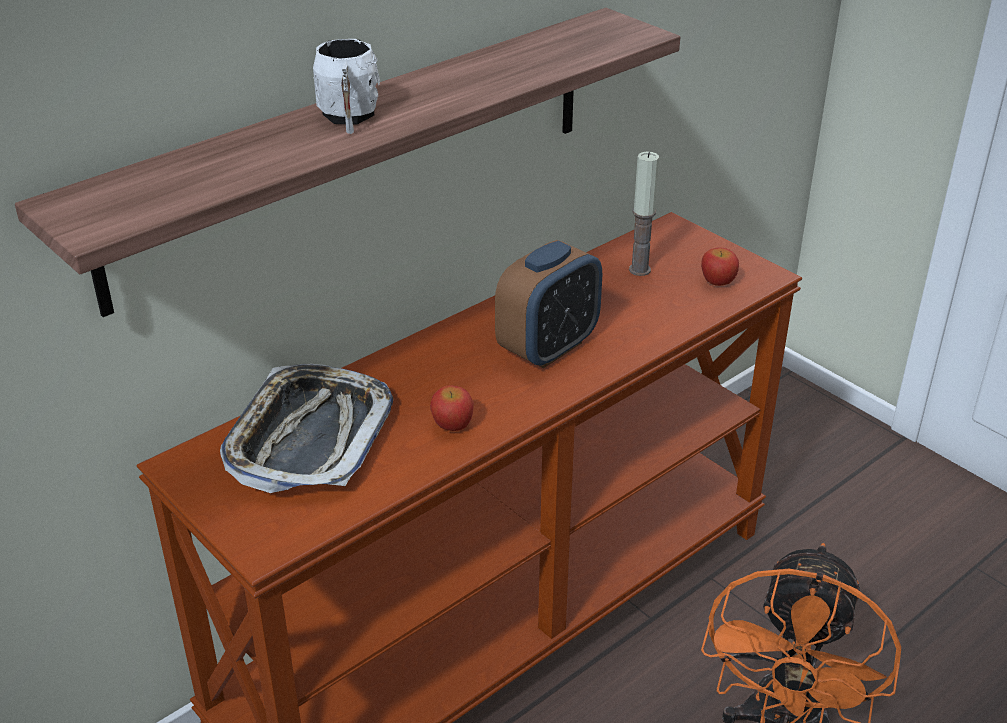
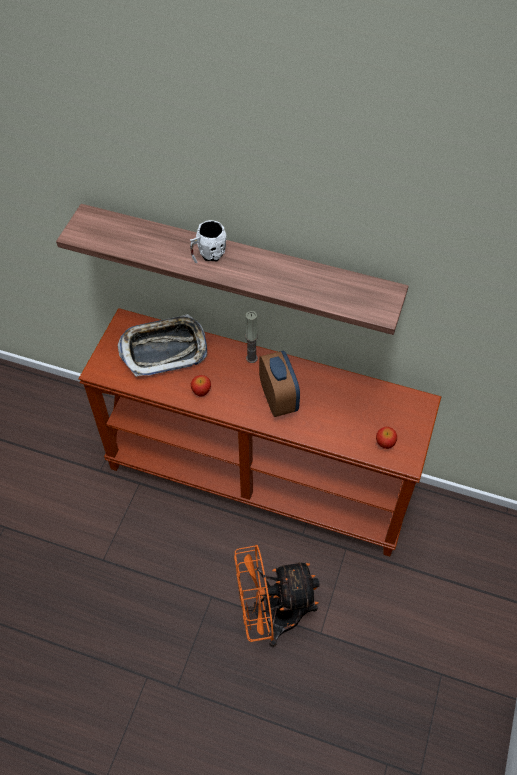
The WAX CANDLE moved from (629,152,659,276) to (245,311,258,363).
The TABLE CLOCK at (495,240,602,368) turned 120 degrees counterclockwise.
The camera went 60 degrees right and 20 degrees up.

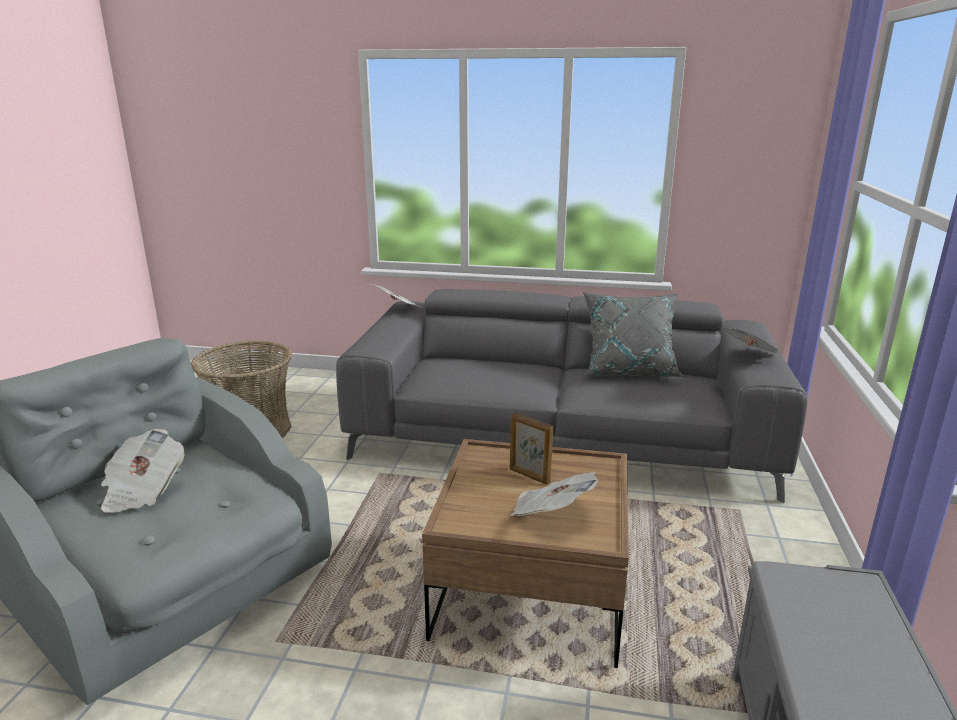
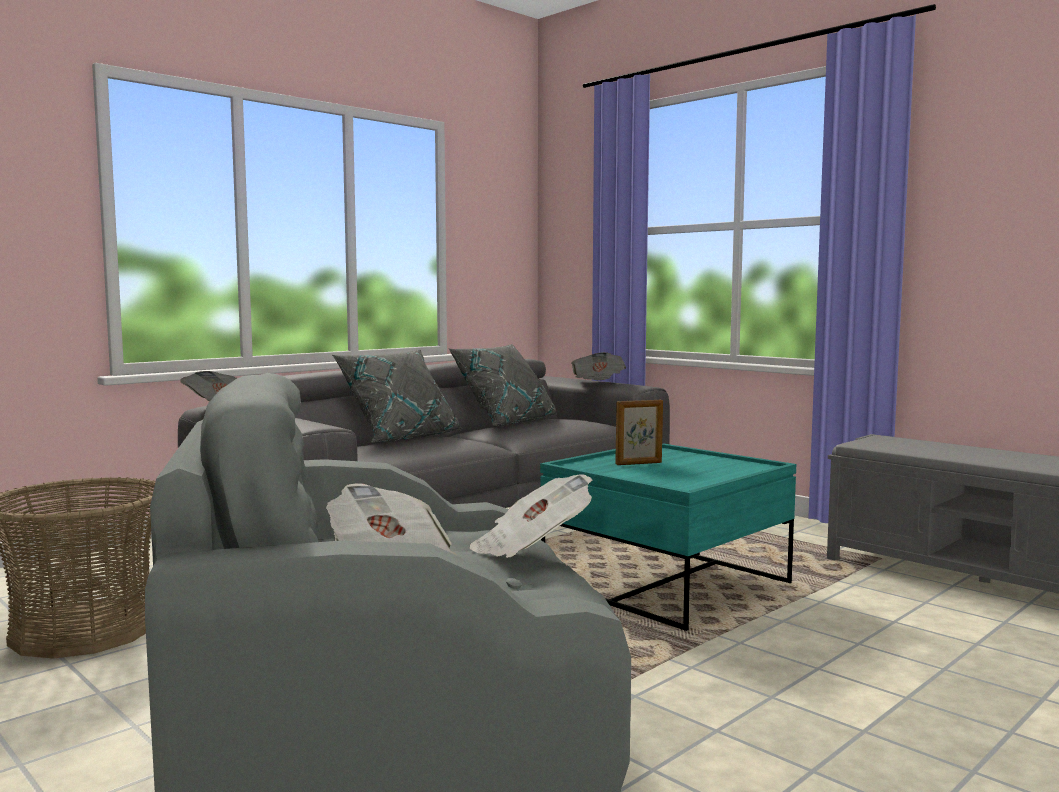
The BROWN COFFEE TABLE at (422,439,629,668) became the TURQUOISE-COLOURED COFFEE TABLE at (540,443,796,631).
The PRINTED PAPER moved from (510,472,598,516) to (470,474,592,558).
The GREYISH THROW PILLOW at (332,350,463,443) appeared.
The camera went 55 degrees left and 15 degrees down.

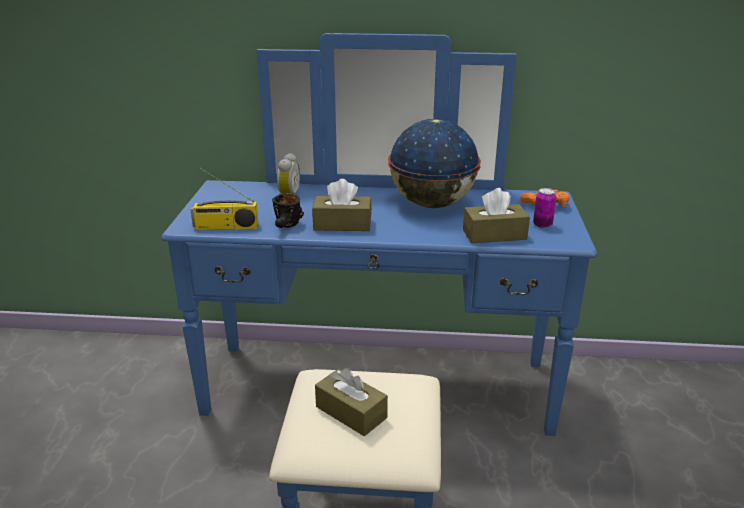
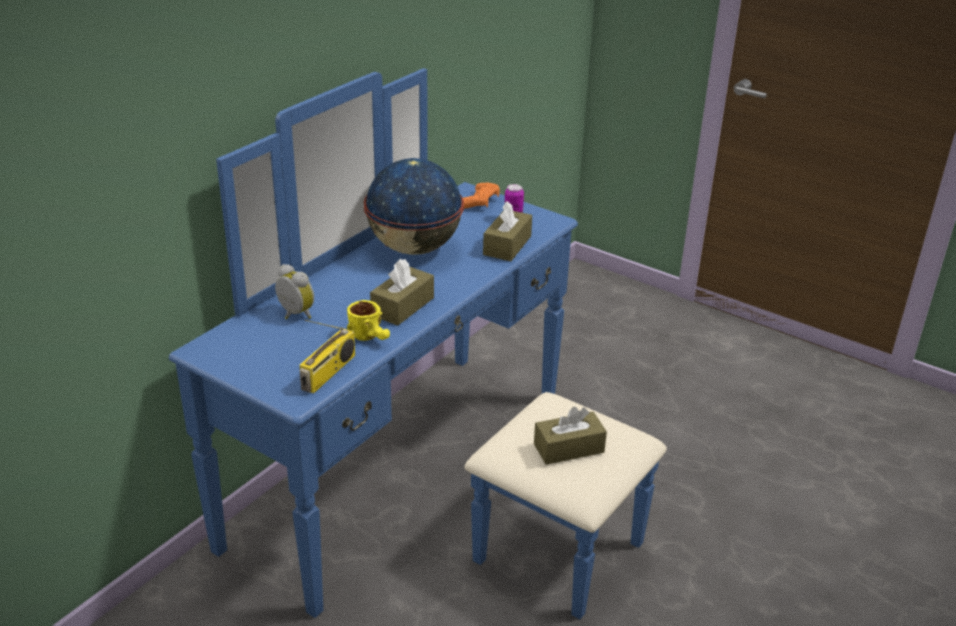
The BLACK MUG at (272,193,304,228) became the YELLOW MUG at (347,300,390,341).
The camera went 60 degrees left and 5 degrees up.

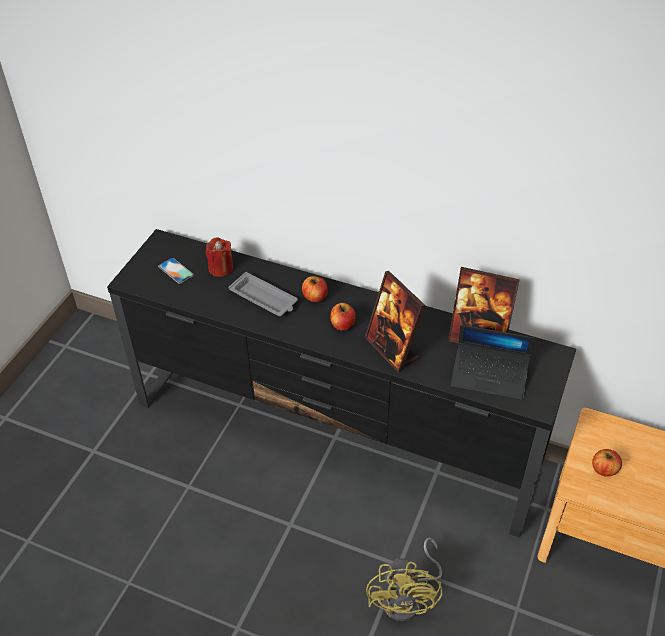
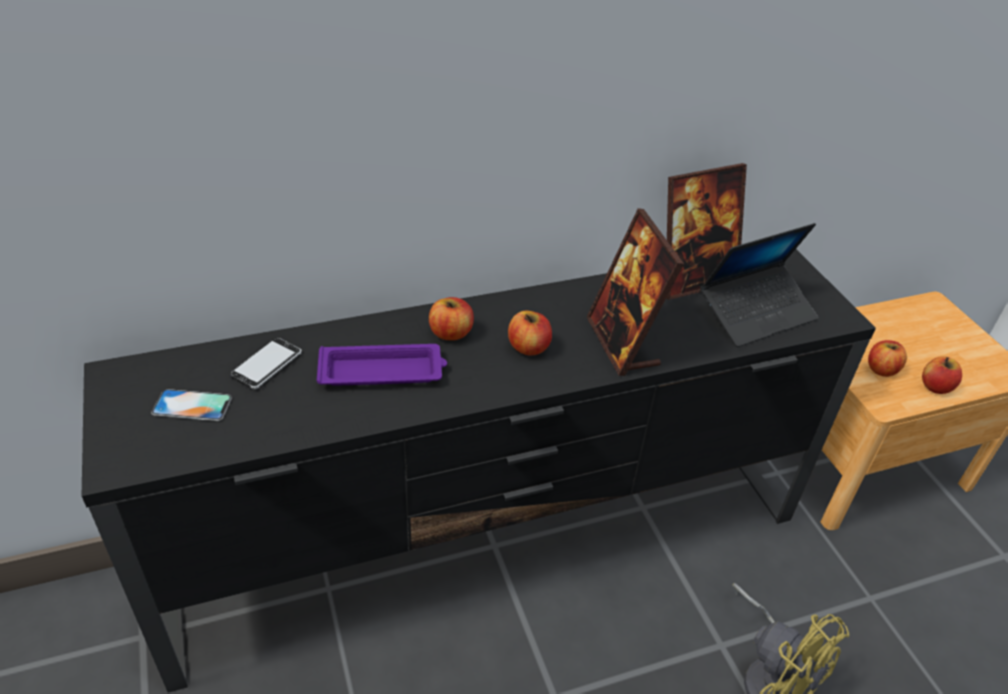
The RED WAX CANDLE at (206,238,233,277) was replaced by the HANDSET at (230,338,302,389).
The STANDING FRAME at (365,271,425,373) turned 60 degrees clockwise.
The GREYISH SERVING TRAY at (228,272,298,316) became the PURPLE SERVING TRAY at (317,344,447,386).
The WHOLE APPLE at (922,356,962,394) appeared.
The camera went 45 degrees left and 5 degrees down.

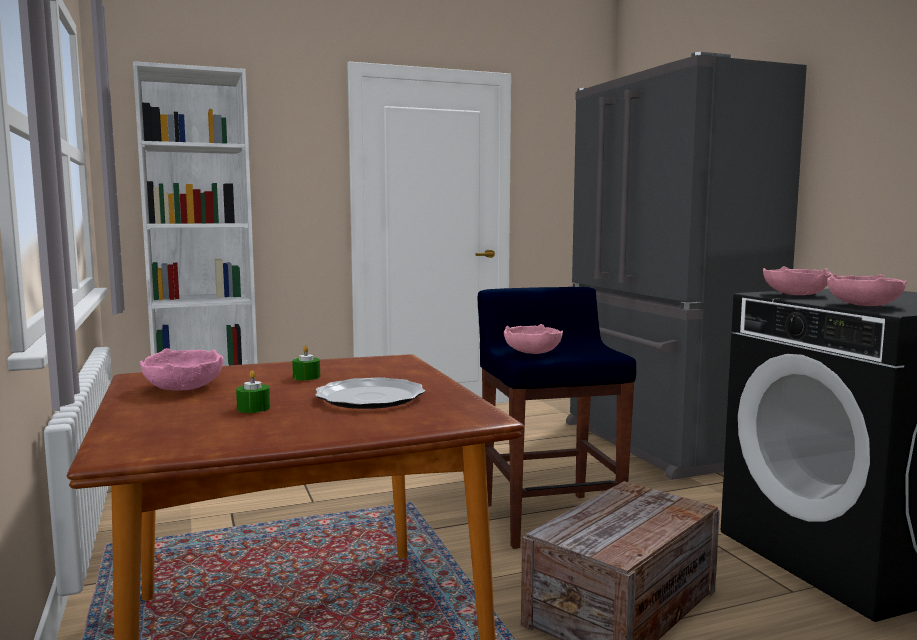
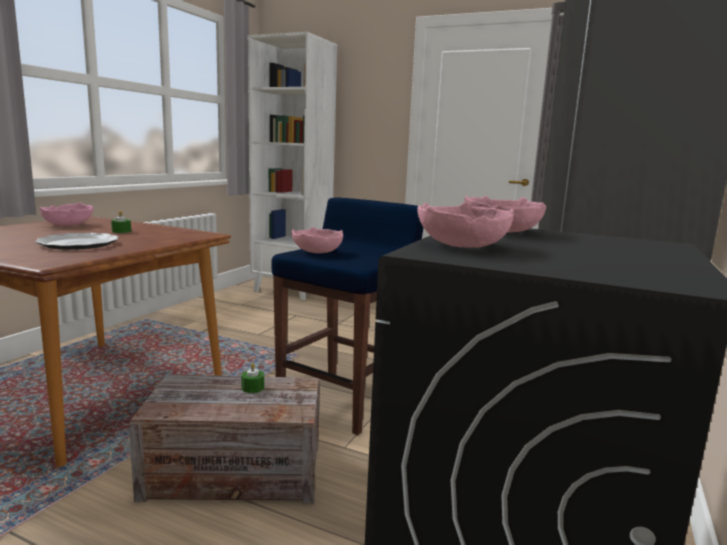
The GREENISH WAX CANDLE moved from (236,371,270,413) to (241,363,264,393).
The camera went 45 degrees right and 5 degrees up.

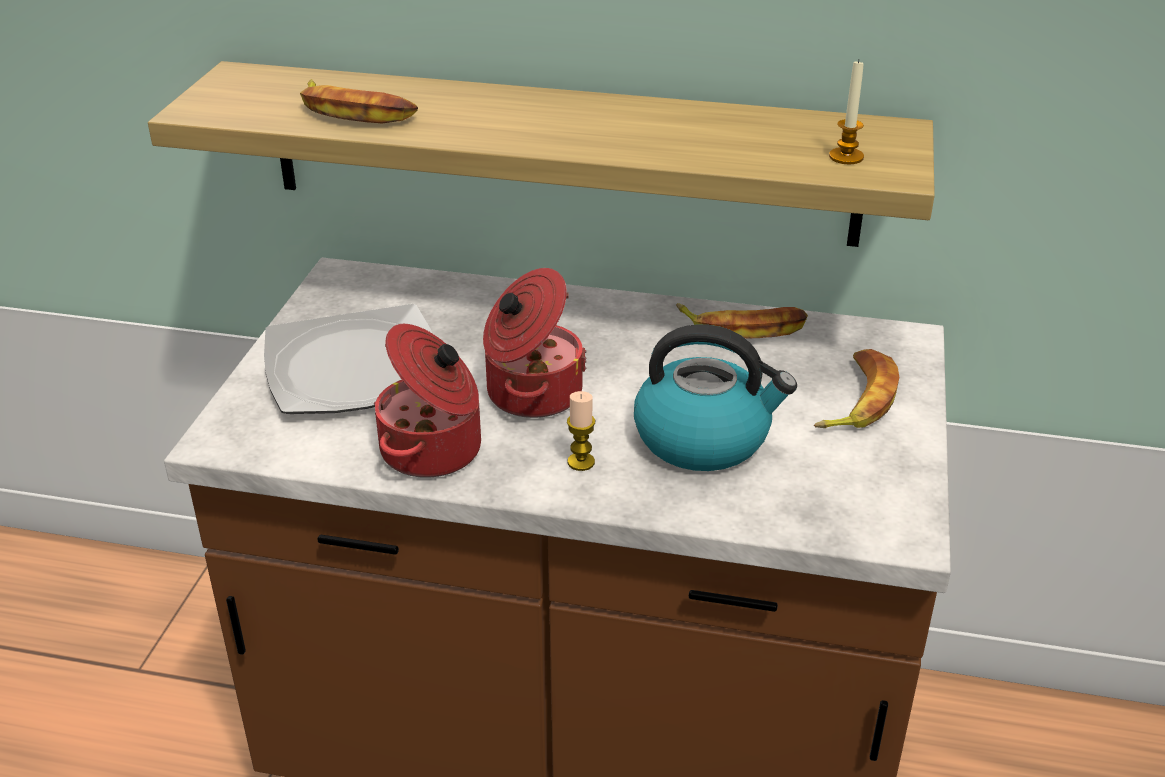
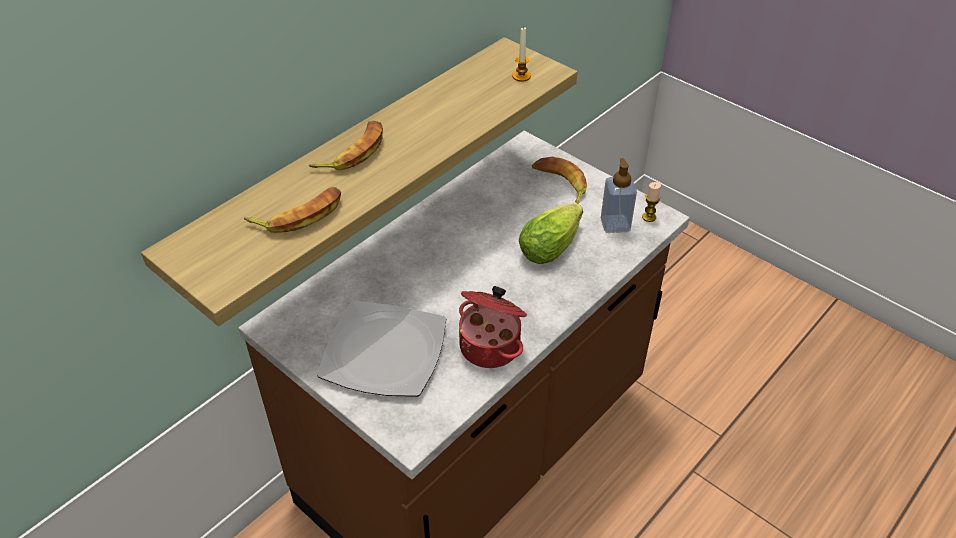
The COOKING POT at (483,268,587,418) disappeared.
The BANANA moved from (676,303,808,339) to (309,121,383,170).
The TEA KETTLE at (634,324,797,471) was replaced by the HEAD OF LETTUCE at (519,203,583,264).
The WAX CANDLE moved from (567,391,595,471) to (642,182,661,222).
The LIQUID SOAP BOTTLE at (601,158,637,233) appeared.
The camera went 60 degrees left and 10 degrees up.

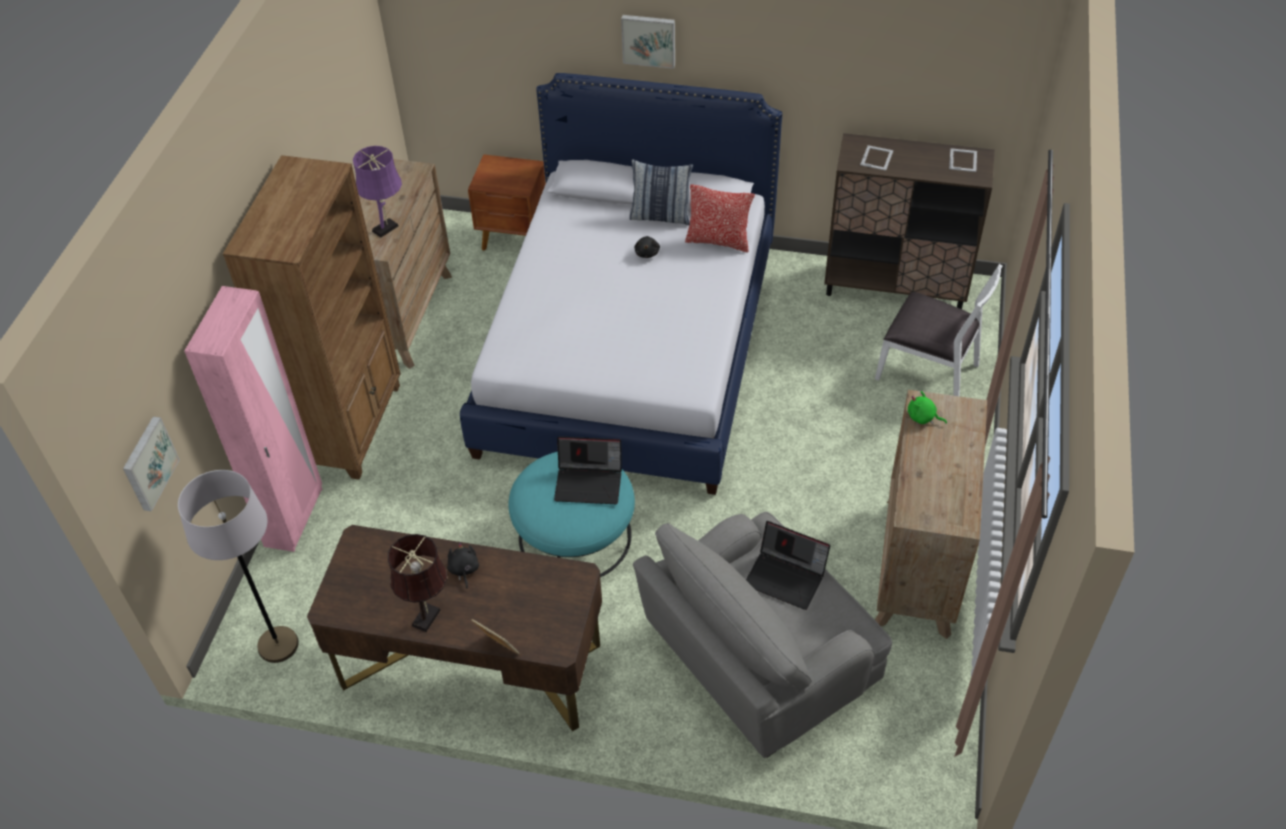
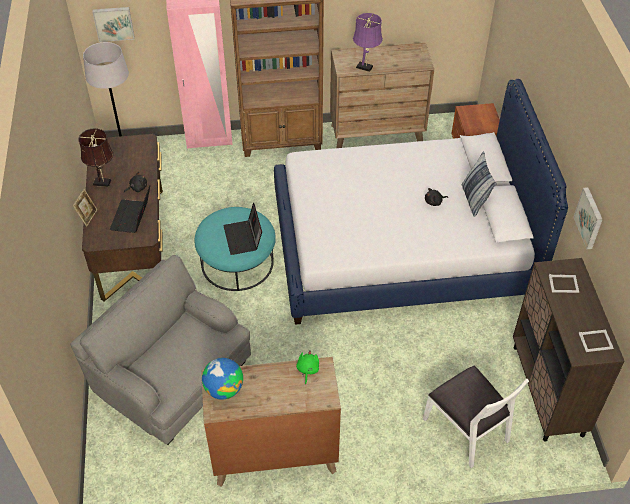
The WALL PICTURE moved from (621,15,675,69) to (573,187,603,249).
The THROW PILLOW at (685,184,755,253) disappeared.
The WHITE-COLOURED PLAIN CHAIR at (875,264,1003,396) turned 45 degrees counterclockwise.
The LAPTOP moved from (746,521,830,610) to (110,185,150,233).
The DESK GLOBE at (202,358,243,400) appeared.
The camera went 70 degrees right and 0 degrees up.

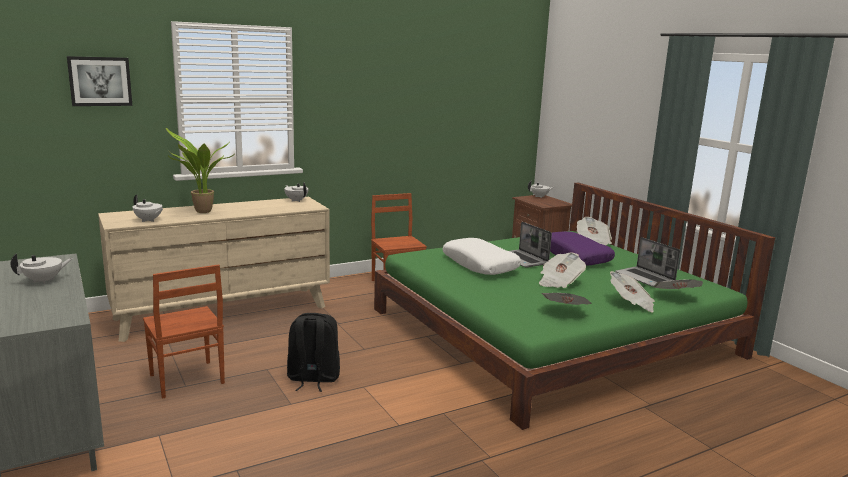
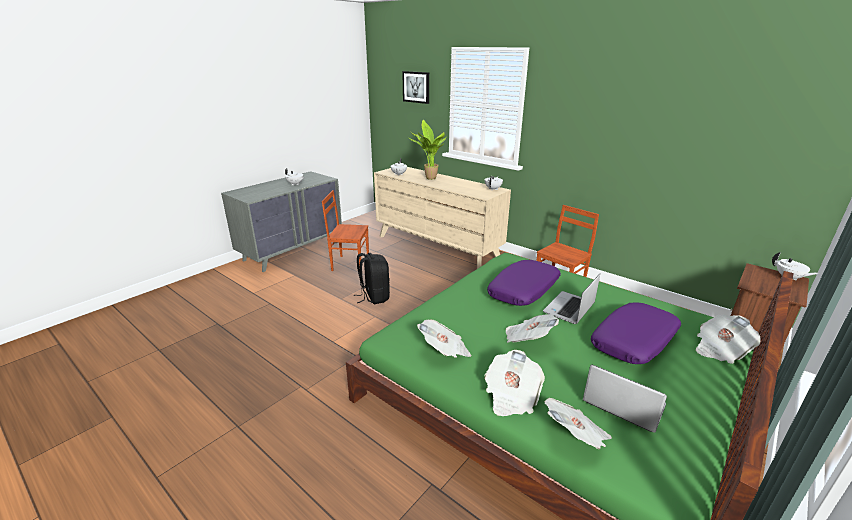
The LAPTOP at (615,237,680,287) turned 90 degrees clockwise.
The WHITE-COLOURED THROW PILLOW at (443,238,521,275) became the PURPLE THROW PILLOW at (487,260,561,306).
The BROWN PLAIN CHAIR at (143,264,225,399) turned 60 degrees clockwise.
The camera went 70 degrees right and 10 degrees up.

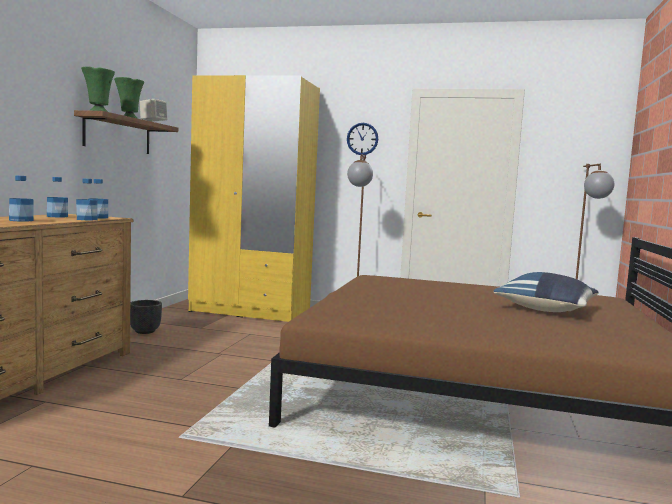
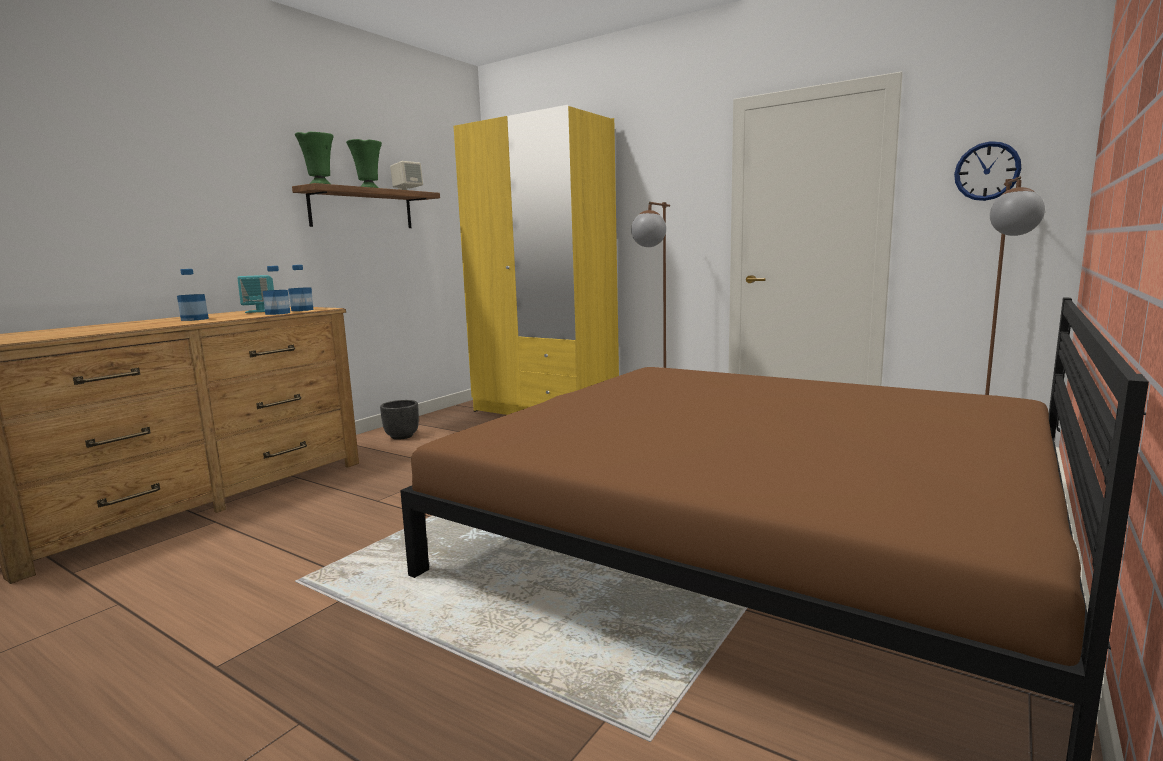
The HANGING CLOCK moved from (347,123,378,155) to (954,141,1021,201).
The BOTTLE at (47,177,68,218) was replaced by the TURQUOISE-COLOURED LOUDSPEAKER at (237,275,274,313).
The BLUISH THROW PILLOW at (494,272,599,312) disappeared.
The camera went 20 degrees right and 5 degrees up.

